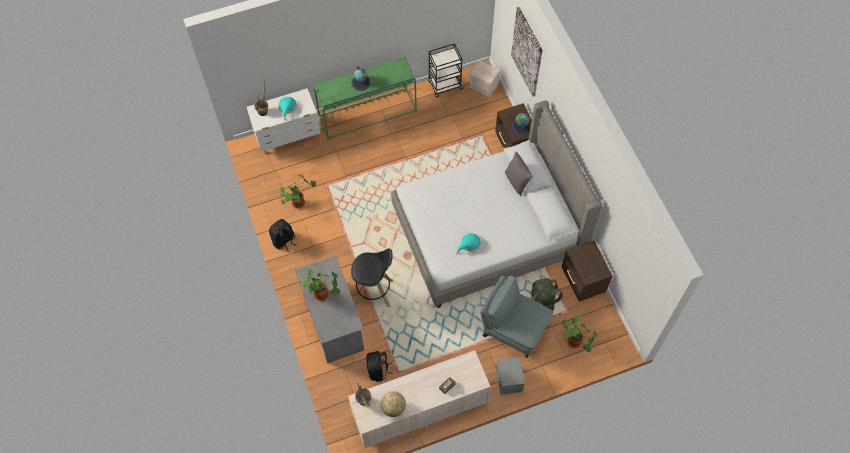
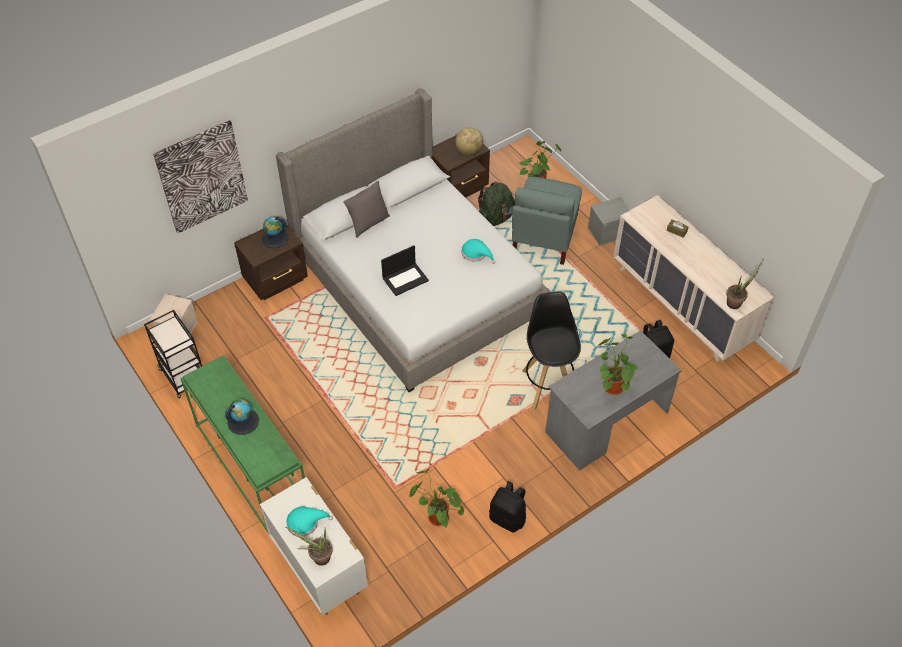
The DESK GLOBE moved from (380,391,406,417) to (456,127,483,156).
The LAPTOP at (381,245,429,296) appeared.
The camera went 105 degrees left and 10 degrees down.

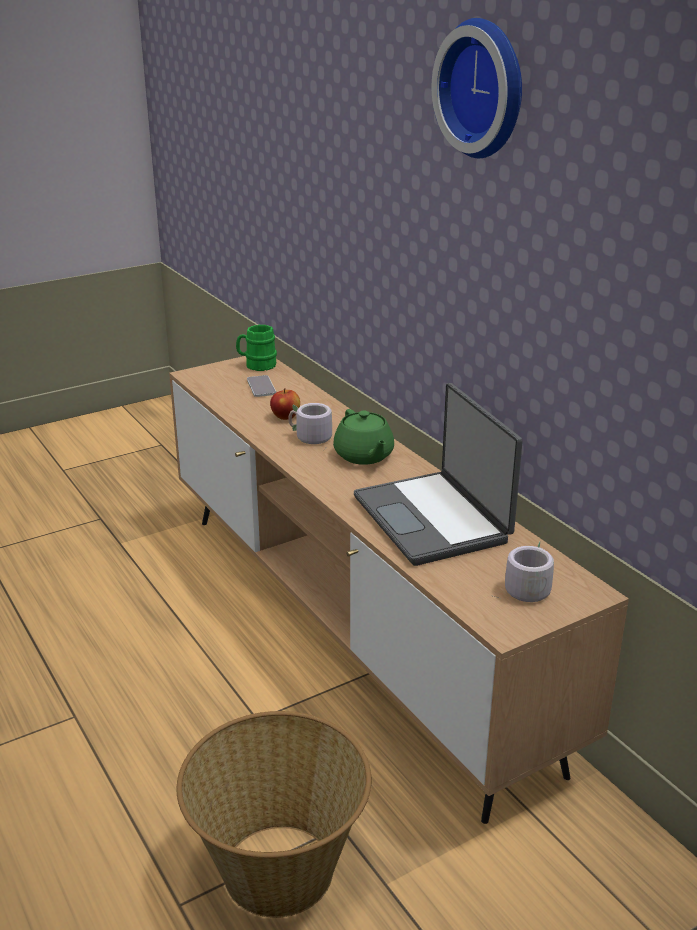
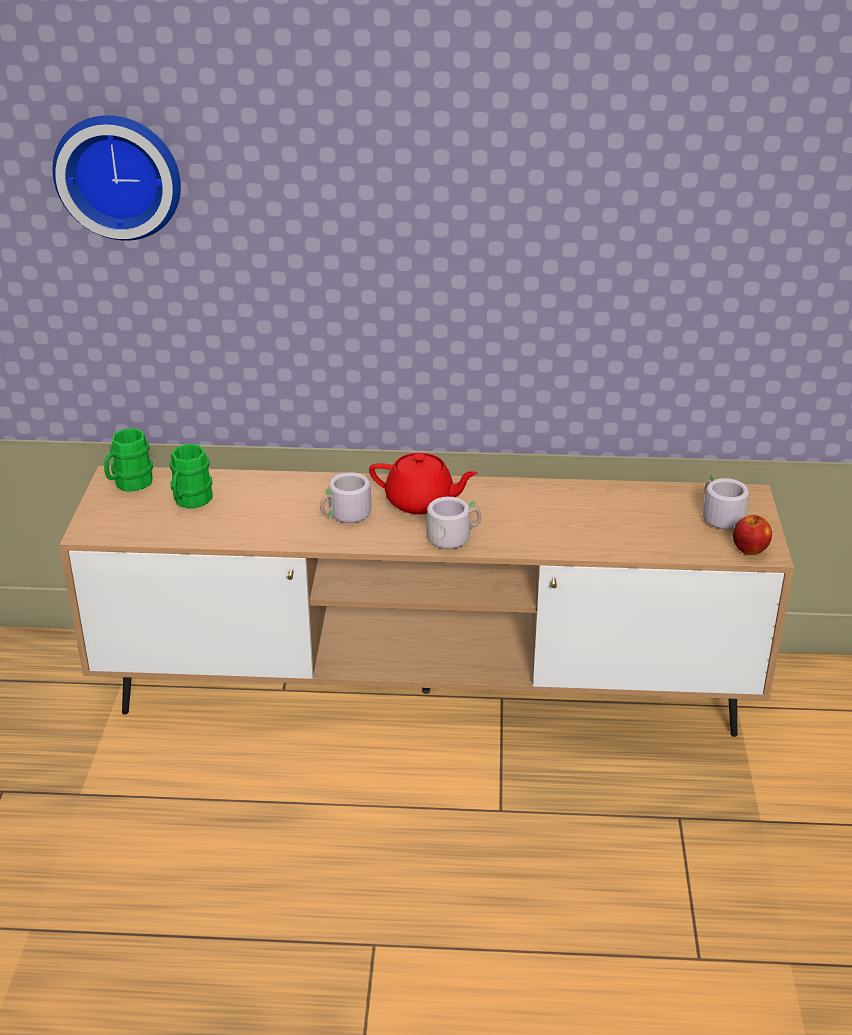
The HANGING CLOCK moved from (432,18,522,158) to (53,115,181,241).
The HANDSET at (247,375,276,397) was replaced by the GREENISH MUG at (170,444,213,509).
The LAPTOP at (354,383,523,566) disappeared.
The WHOLE APPLE moved from (270,388,300,420) to (733,515,772,555).
The GREENISH POT FOR TEA at (333,409,394,465) became the RED POT FOR TEA at (369,453,478,514).
The HOUSEHOLD BASKET at (177,711,371,918) disappeared.
The GREYISH MUG at (418,497,481,549) appeared.
The camera went 55 degrees left and 5 degrees up.

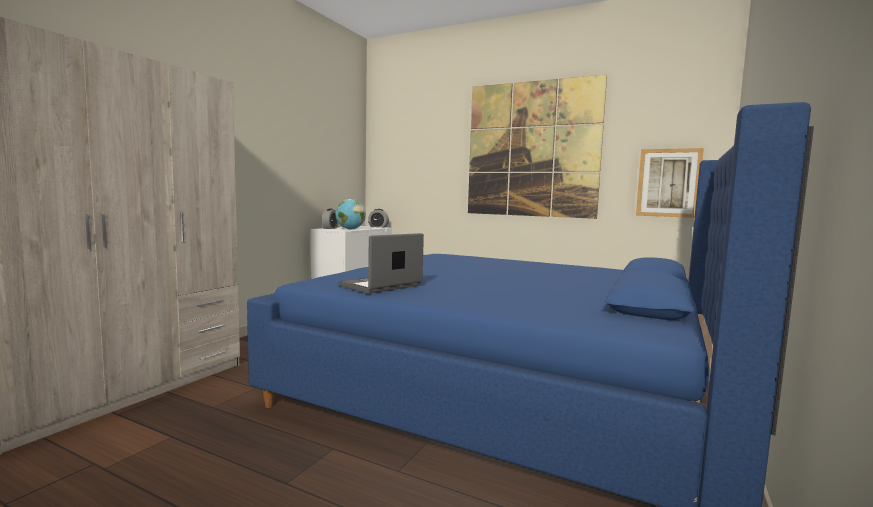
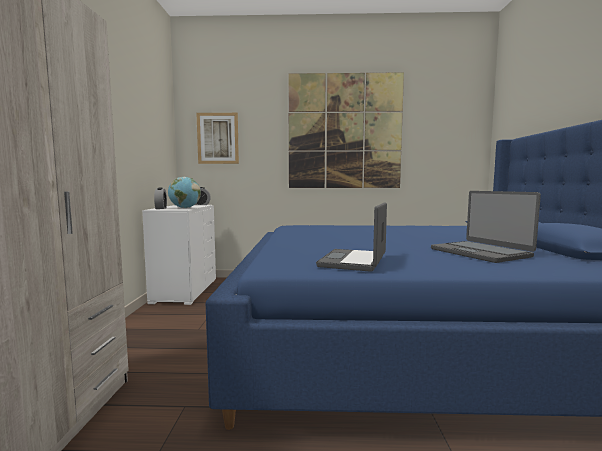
The WALL PICTURE moved from (636,148,704,218) to (196,113,239,164).
The LAPTOP at (431,191,541,263) appeared.
The camera went 25 degrees left and 0 degrees up.

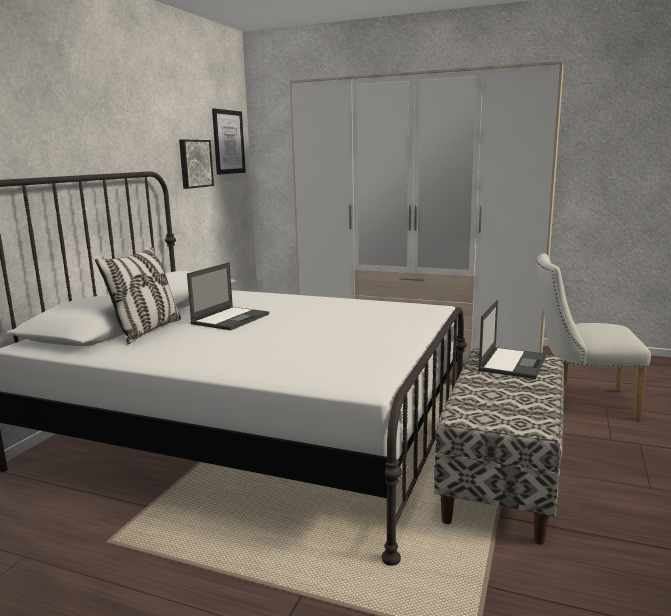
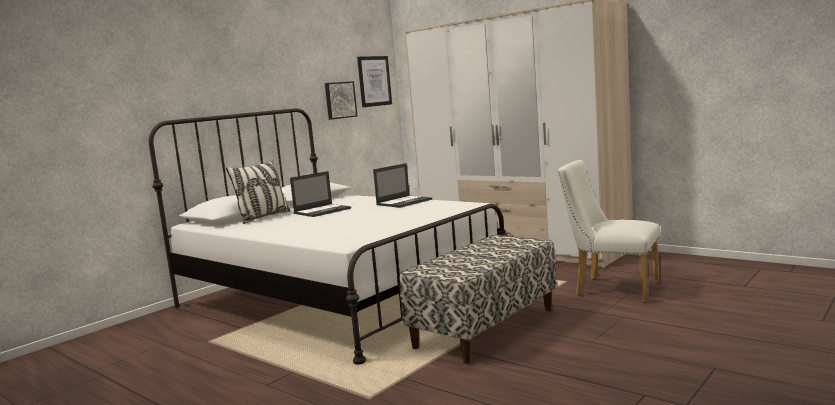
The LAPTOP moved from (478,300,546,379) to (373,163,432,208).
The camera went 20 degrees right and 5 degrees down.

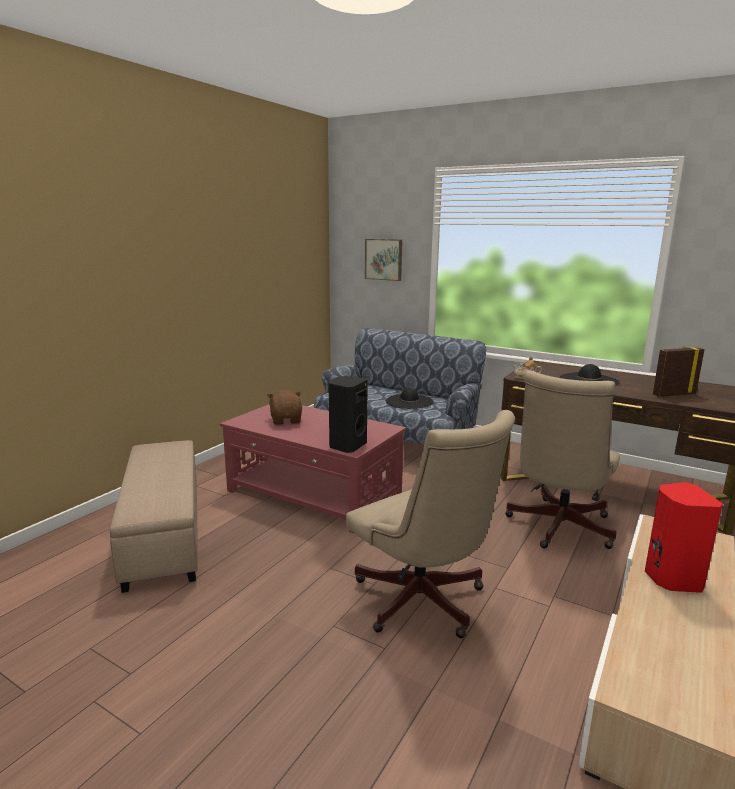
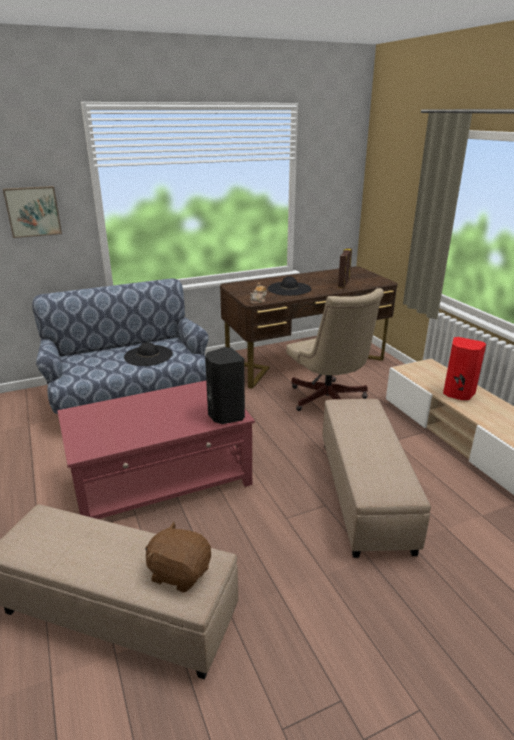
The BROWN SOFT TOY moved from (267,390,302,425) to (145,522,211,593).
The BEIGE-COLOURED COMPUTER CHAIR at (346,410,515,638) was replaced by the BEIGE-COLOURED OTTOMAN at (322,399,431,558).
The camera went 55 degrees left and 10 degrees up.

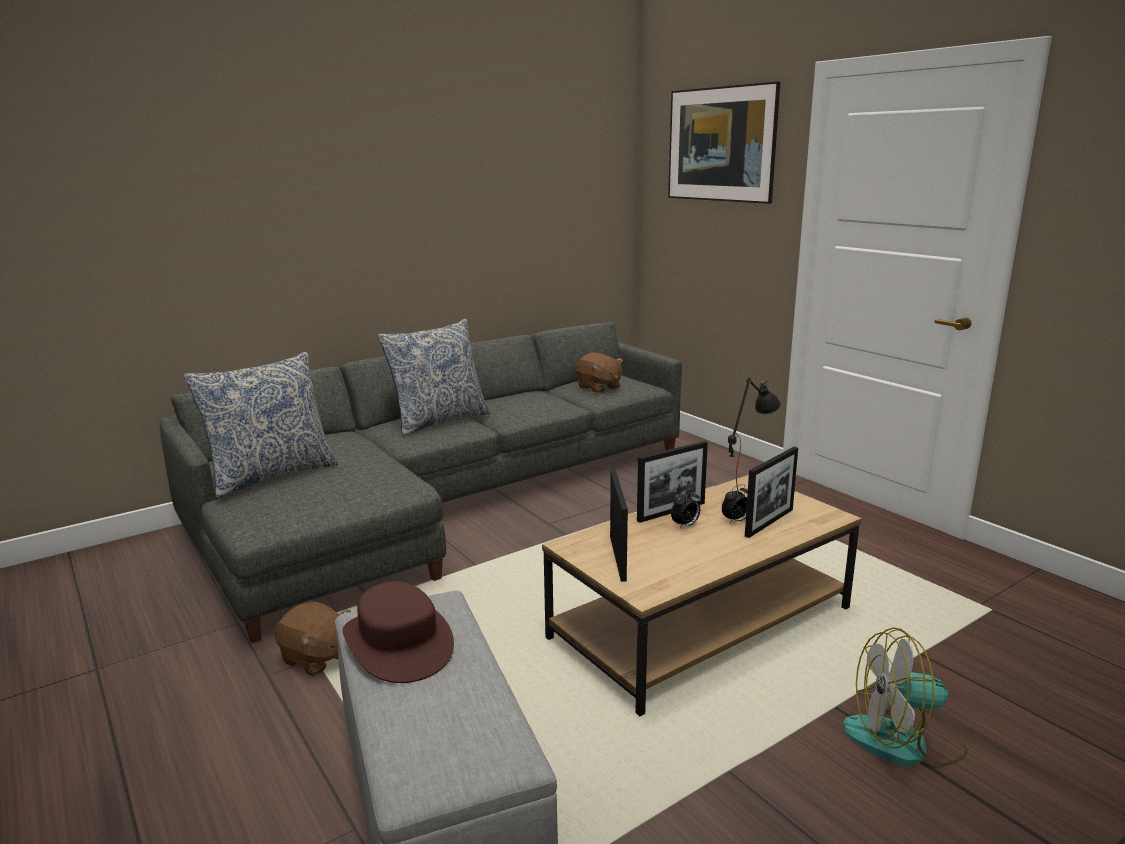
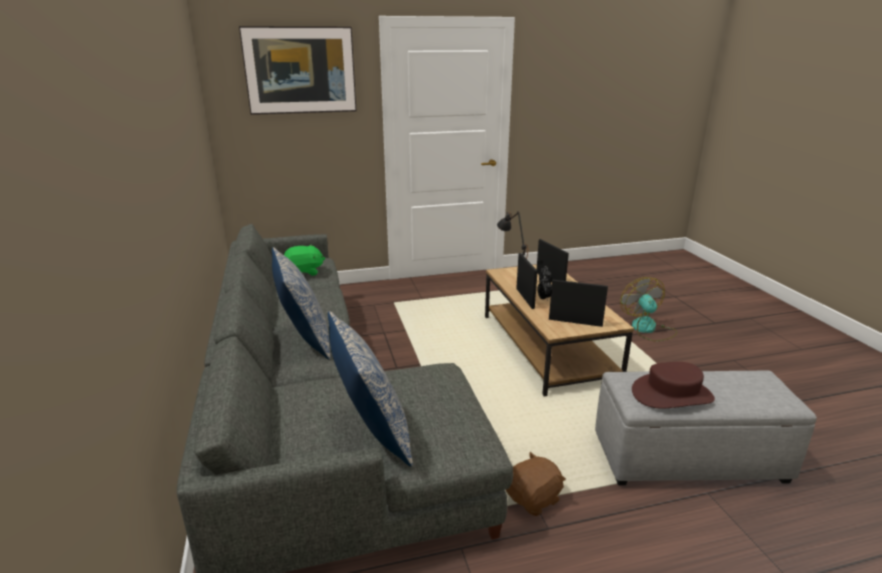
The BROWN SOFT TOY at (575,353,623,393) became the GREENISH SOFT TOY at (284,245,325,276).
The ELECTRIC FAN at (843,627,968,767) turned 150 degrees clockwise.
The camera went 70 degrees left and 5 degrees up.

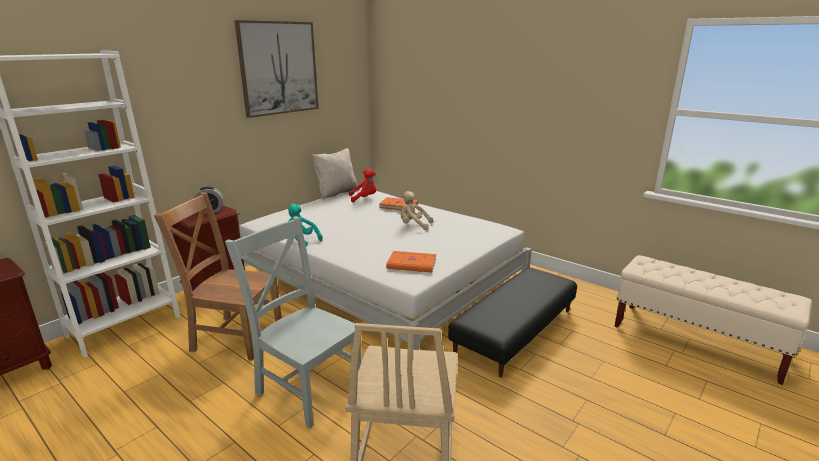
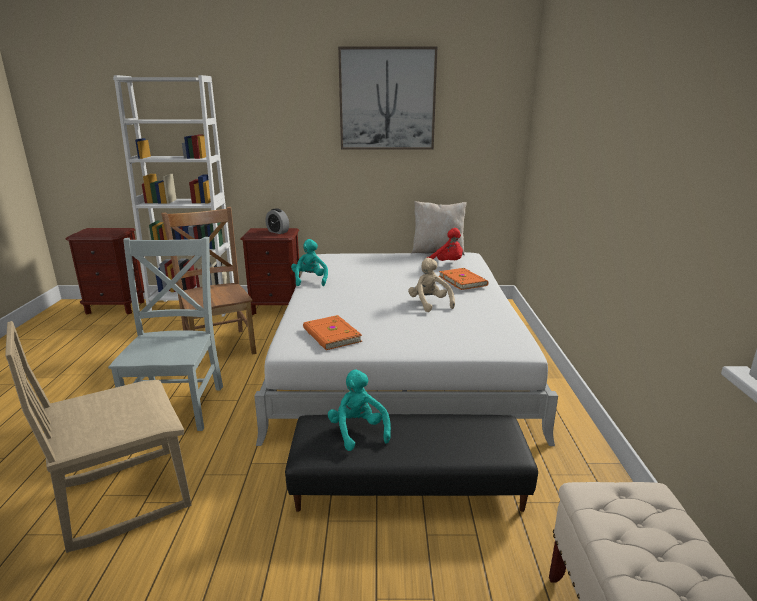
The TURQUOISE-COLOURED SOFT TOY at (328,370,391,451) appeared.
The camera went 50 degrees right and 0 degrees up.

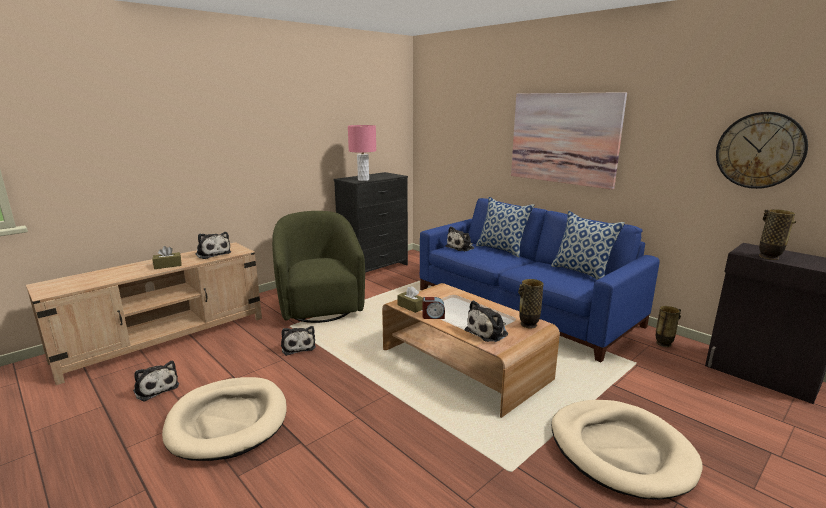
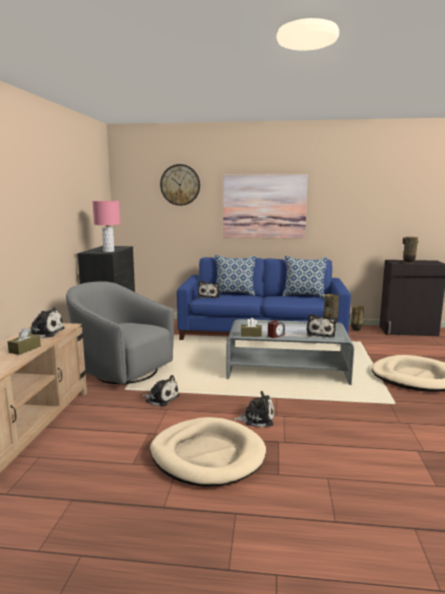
The HANGING CLOCK moved from (716,112,808,189) to (160,164,200,206).
The GREENISH LOUNGE CHAIR at (272,211,365,323) became the GREYISH LOUNGE CHAIR at (66,281,174,385).
The BROWN COFFEE TABLE at (382,283,560,418) became the GREYISH COFFEE TABLE at (227,319,354,385).
The SOFT TOY moved from (133,361,179,402) to (232,391,274,427).
The camera went 40 degrees left and 5 degrees down.

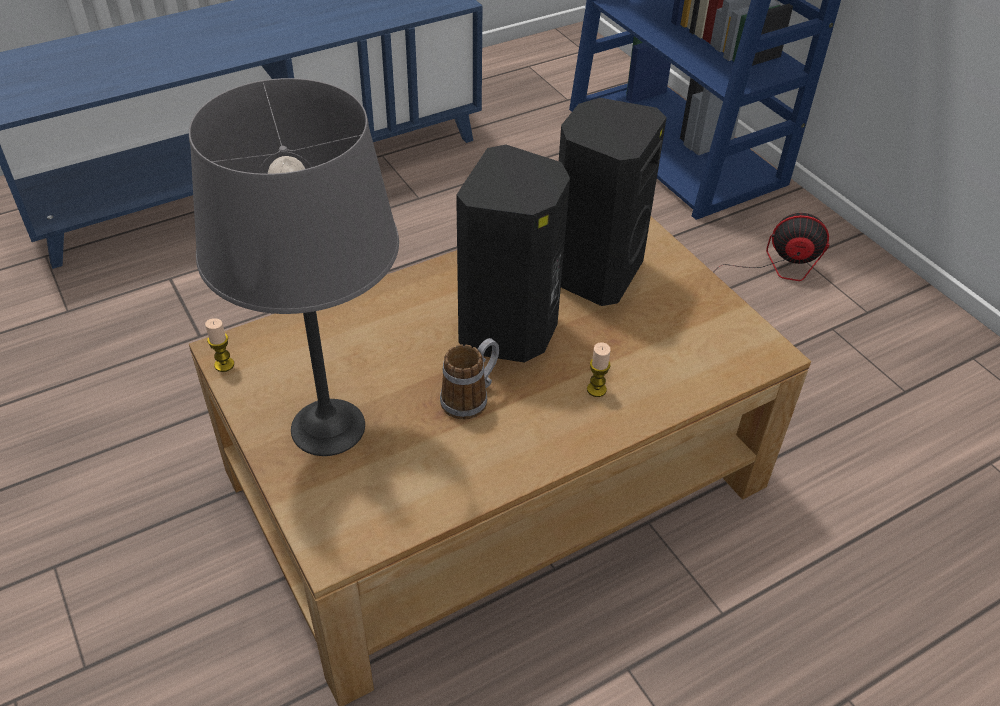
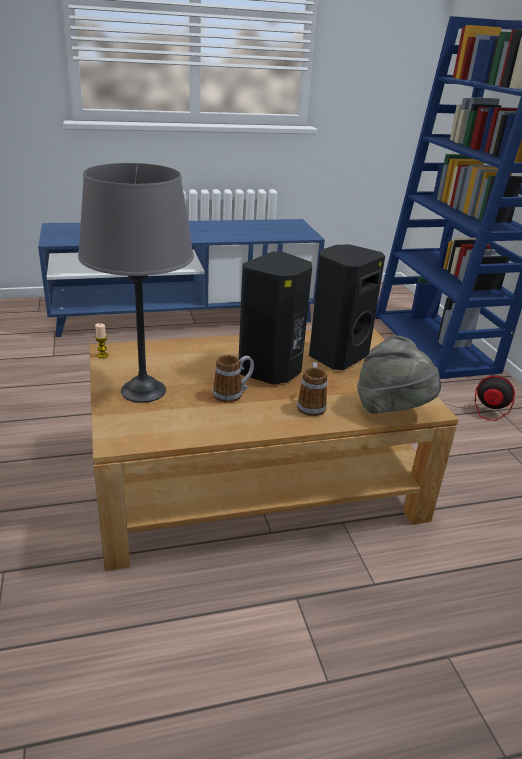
The WAX CANDLE at (587,342,611,397) was replaced by the MUG at (297,362,328,416).
The GREYISH CLOTHING HAT at (357,335,441,414) appeared.
The camera went 15 degrees right and 15 degrees down.

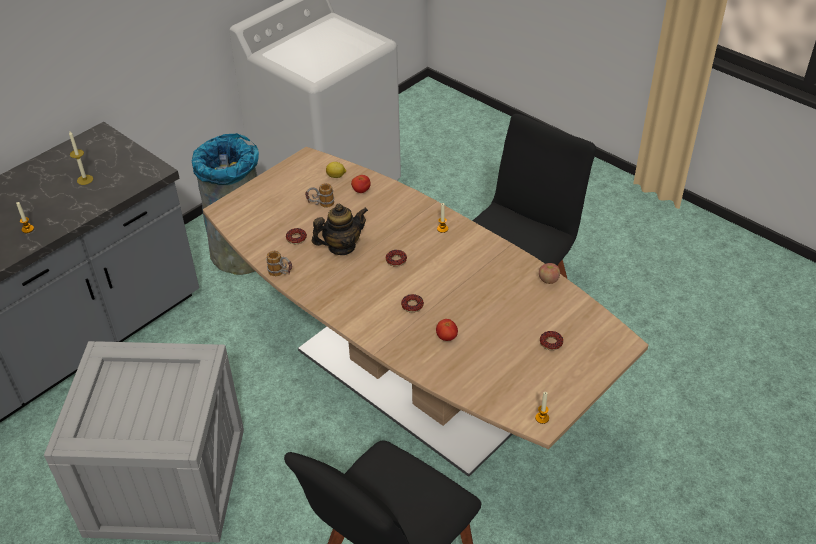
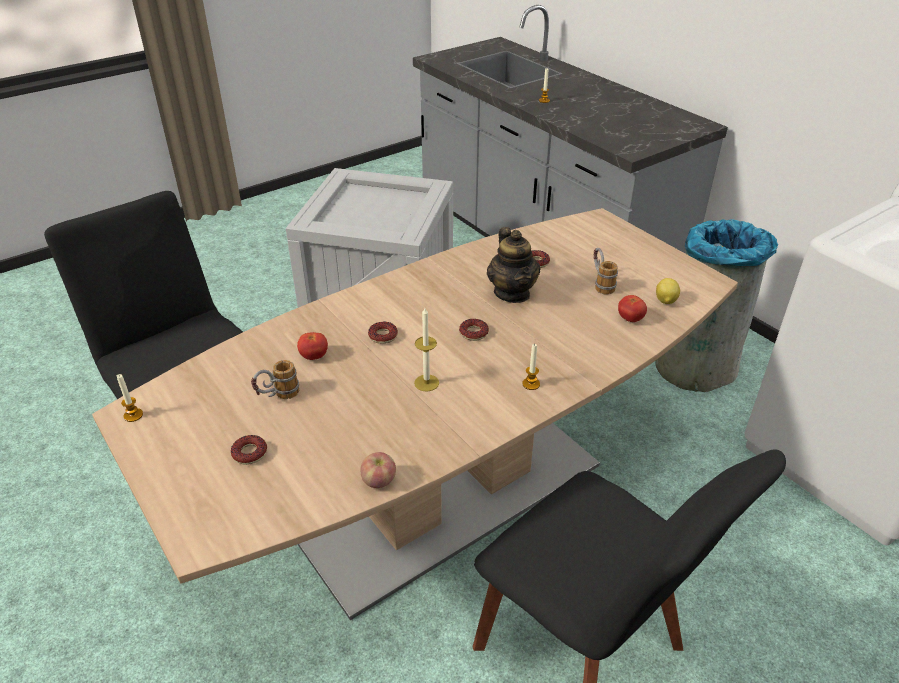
The WAX CANDLE moved from (69,131,93,185) to (414,308,439,392).
The MUG moved from (266,251,292,276) to (251,360,299,399).
The camera went 100 degrees right and 5 degrees down.

